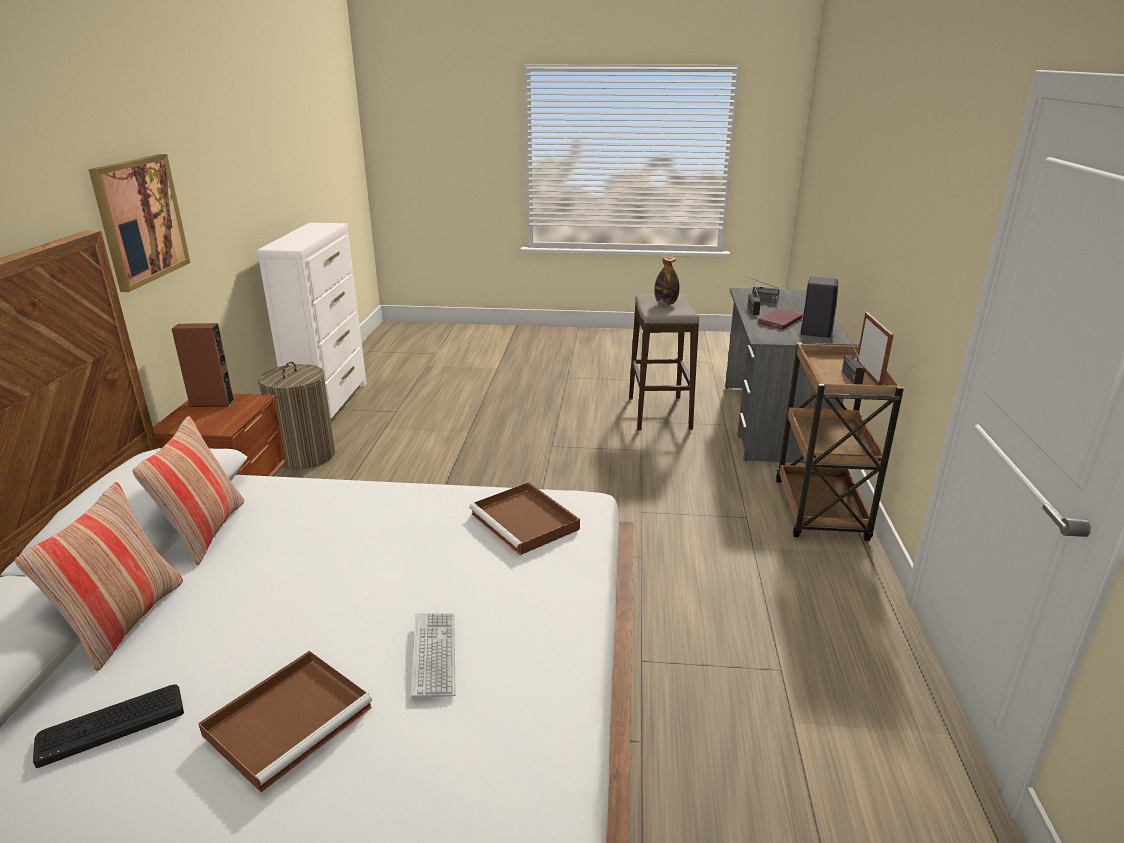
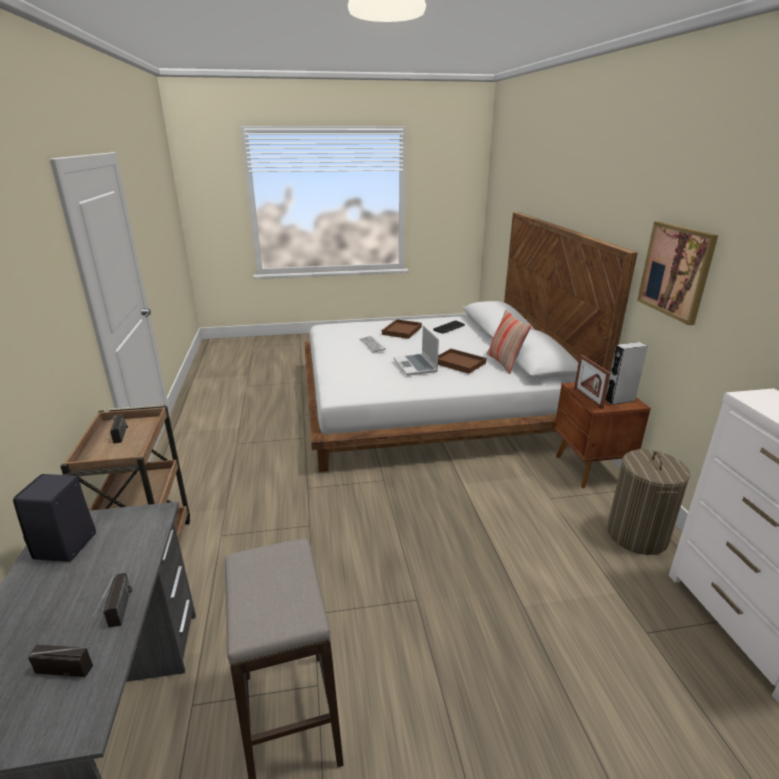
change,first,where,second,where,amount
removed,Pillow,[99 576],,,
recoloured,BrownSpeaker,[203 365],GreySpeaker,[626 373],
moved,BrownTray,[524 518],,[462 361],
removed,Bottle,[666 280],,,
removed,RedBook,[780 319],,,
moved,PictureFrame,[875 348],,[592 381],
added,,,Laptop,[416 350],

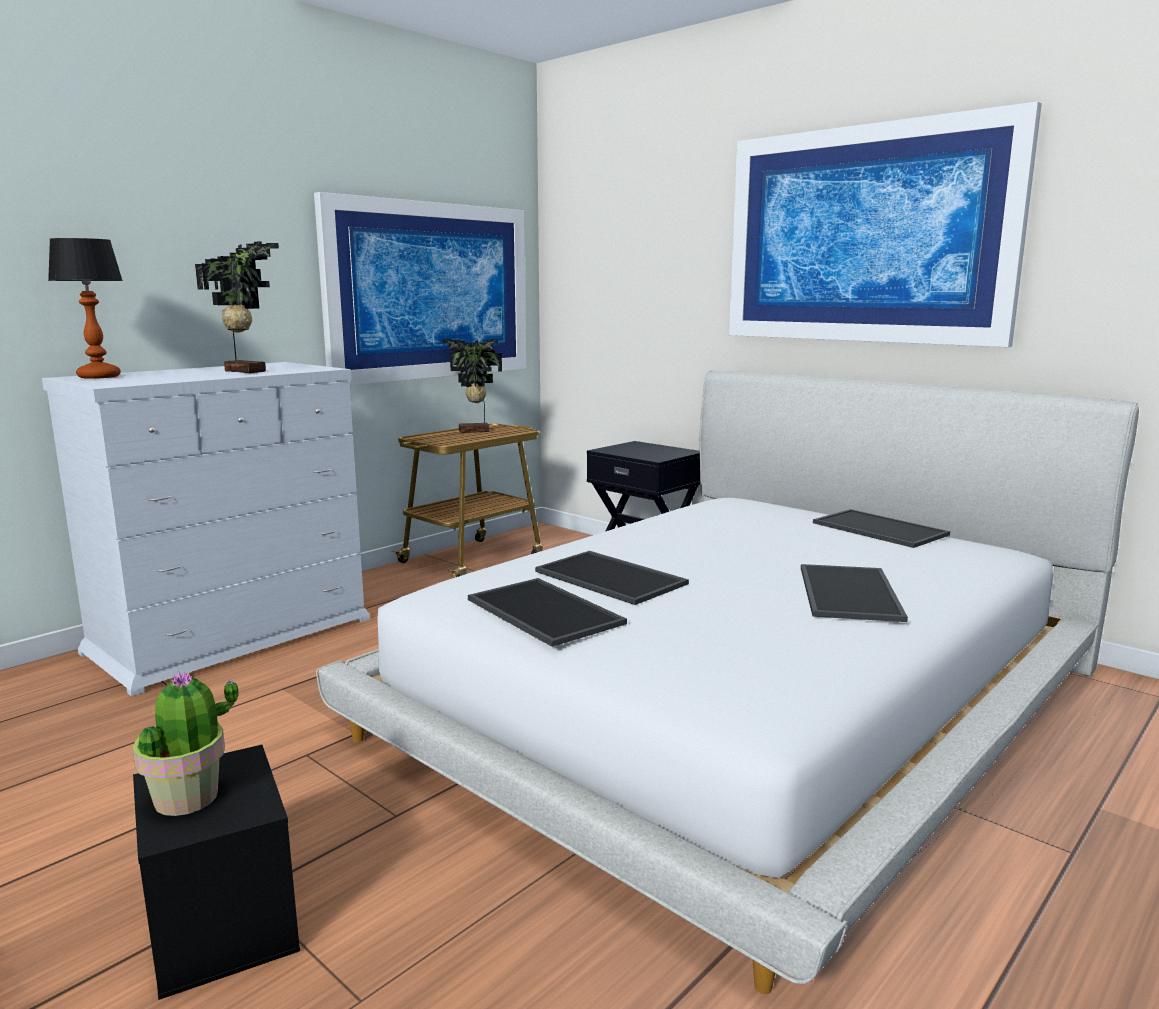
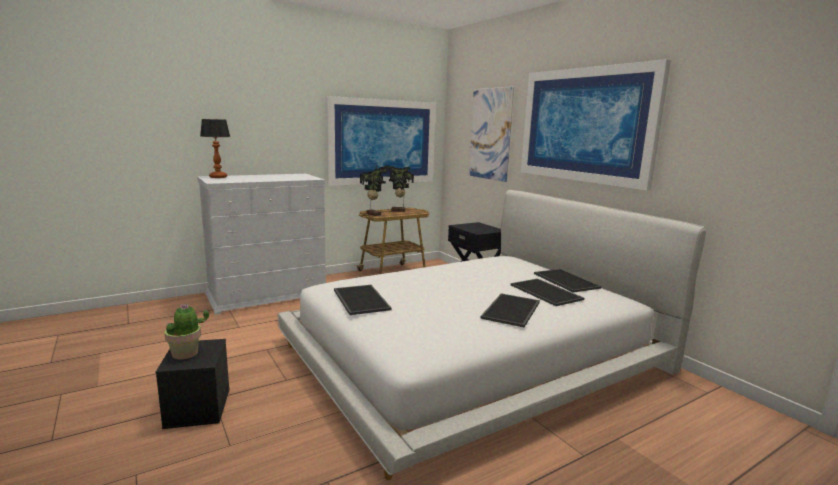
change,first,where,second,where,amount
moved,PottedPlant,[237 307],,[375 191],
moved,Tray,[612 578],,[547 292],
added,,,Picture,[491 134],

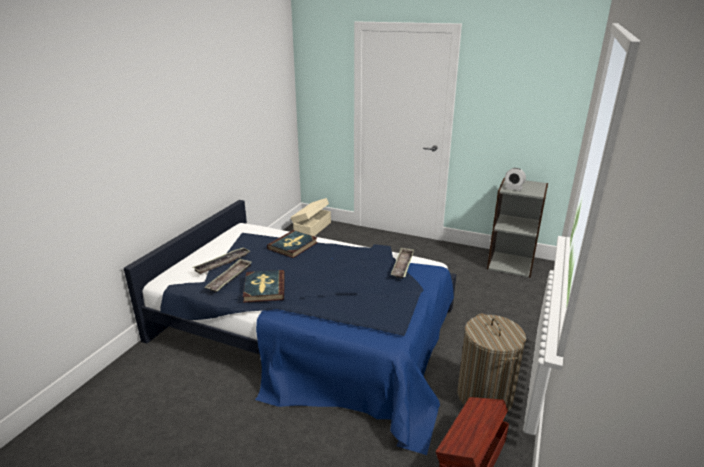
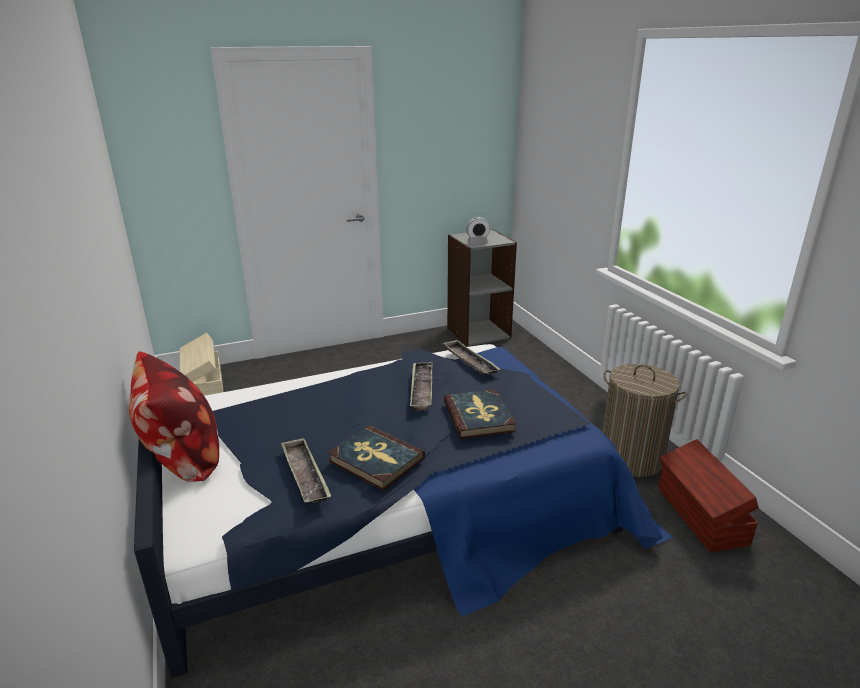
change,first,where,second,where,amount
moved,Tray,[221 260],,[421 386],
moved,Book,[292 244],,[480 414],
added,,,Pillow,[174 416],

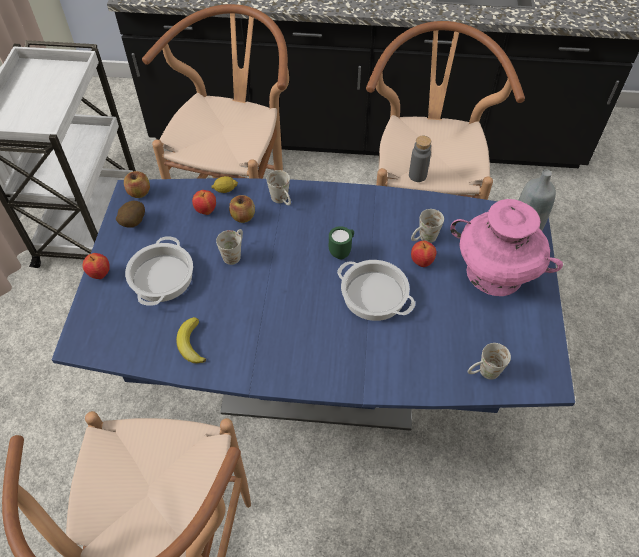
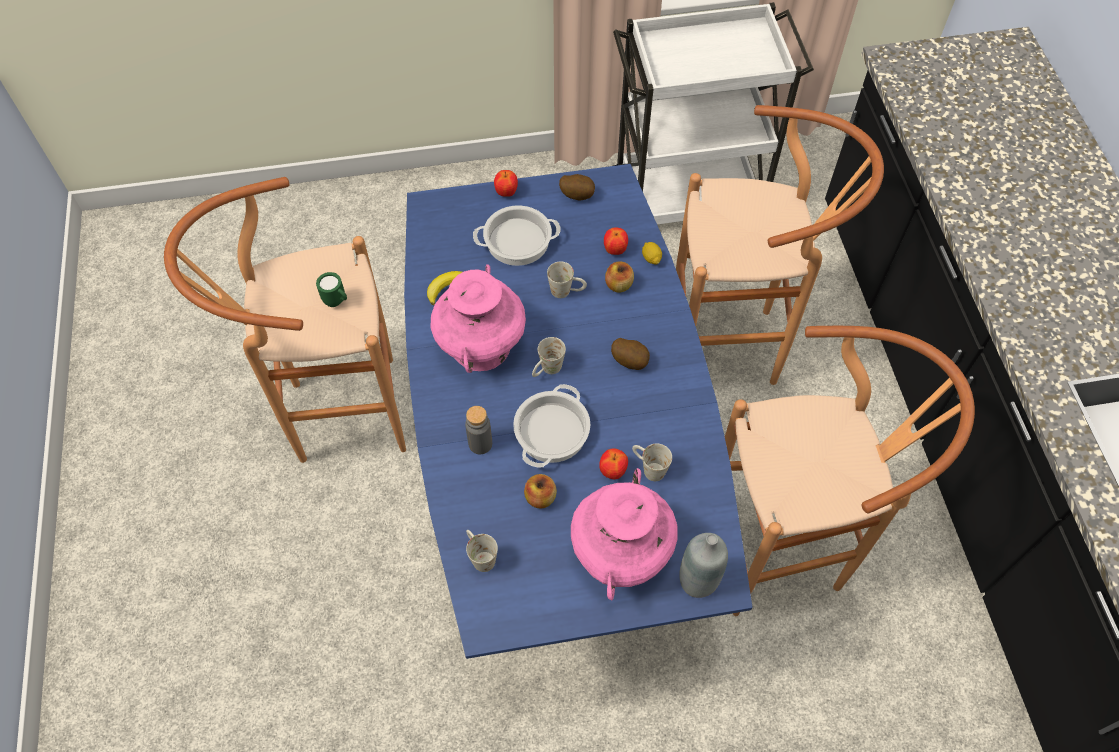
change,first,where,second,where,amount
moved,Apple,[137 184],,[540 491],
moved,WhiteMug,[278 187],,[549 357],
moved,GreenMug,[341 242],,[331 289],
moved,GreyBottle,[420 159],,[478 430],
added,,,PinkVase,[478 318],
added,,,Potato,[630 354],

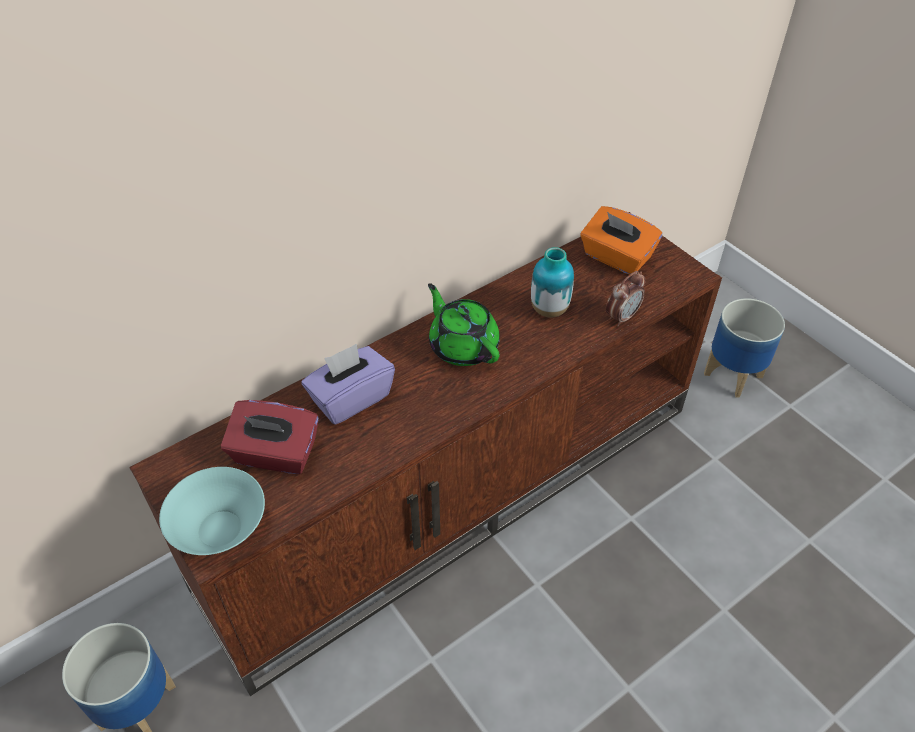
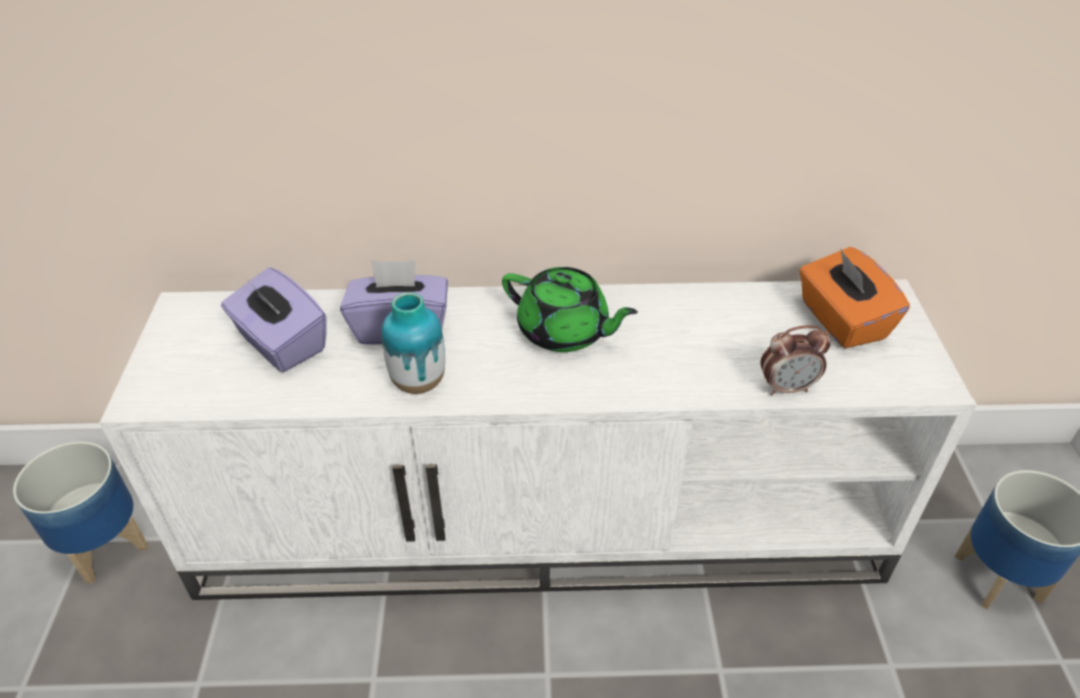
change,first,where,second,where,amount
recoloured,BrownTvStand,[425 454],WhiteTvStand,[538 439],
removed,TurquoiseBowl,[212 511],,,
recoloured,RedTissueBox,[270 437],PurpleTissueBox,[274 320],
turned,GreenTeapot,[464 324],,[570 309],120 degrees clockwise
moved,Vase,[552 282],,[413 343],

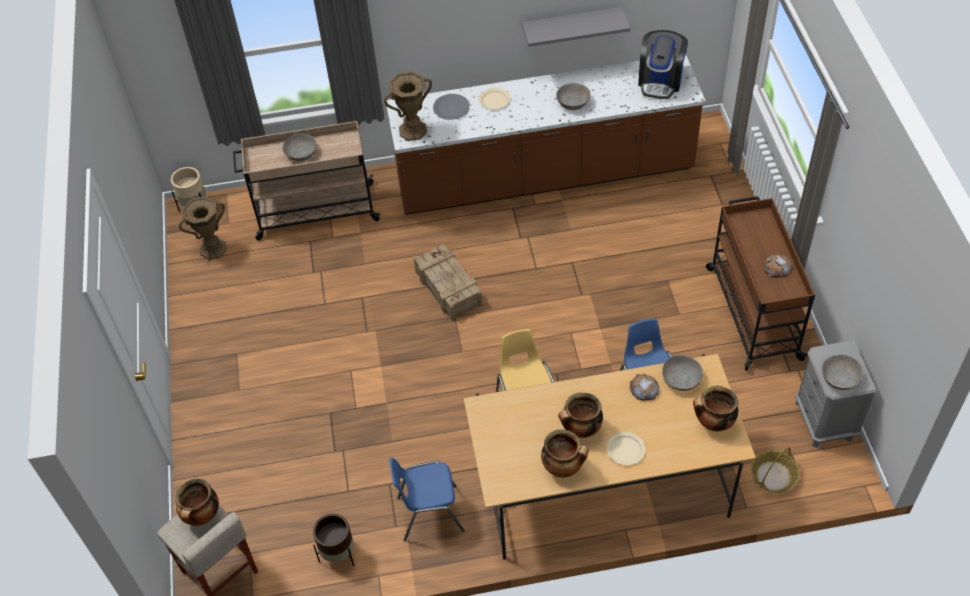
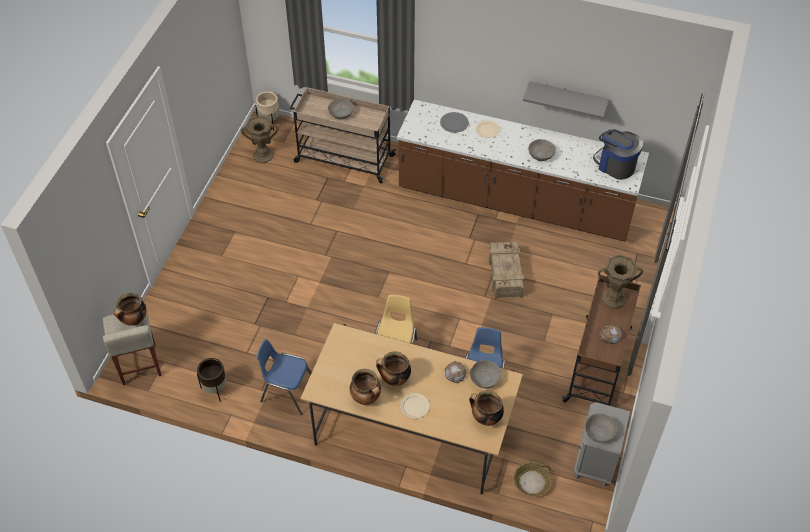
change,first,where,second,where,amount
moved,BrownVase,[408 106],,[620 281],
moved,Crate,[448 282],,[506 270],
turned,CoffeeMachine,[663 64],,[618 155],90 degrees clockwise

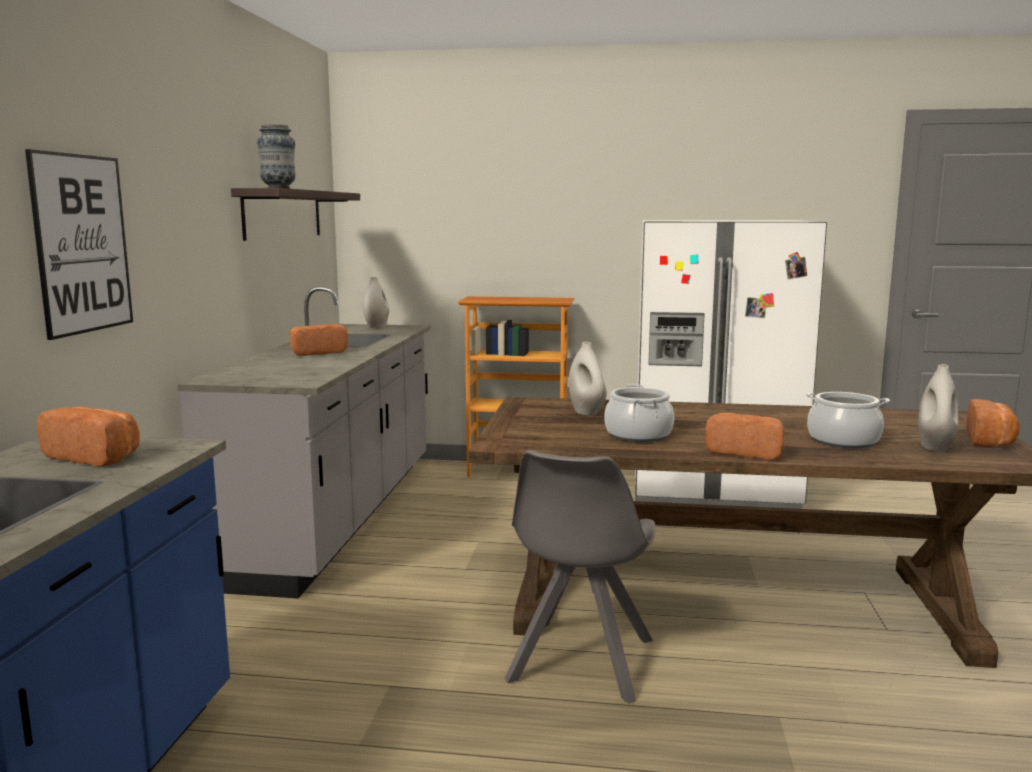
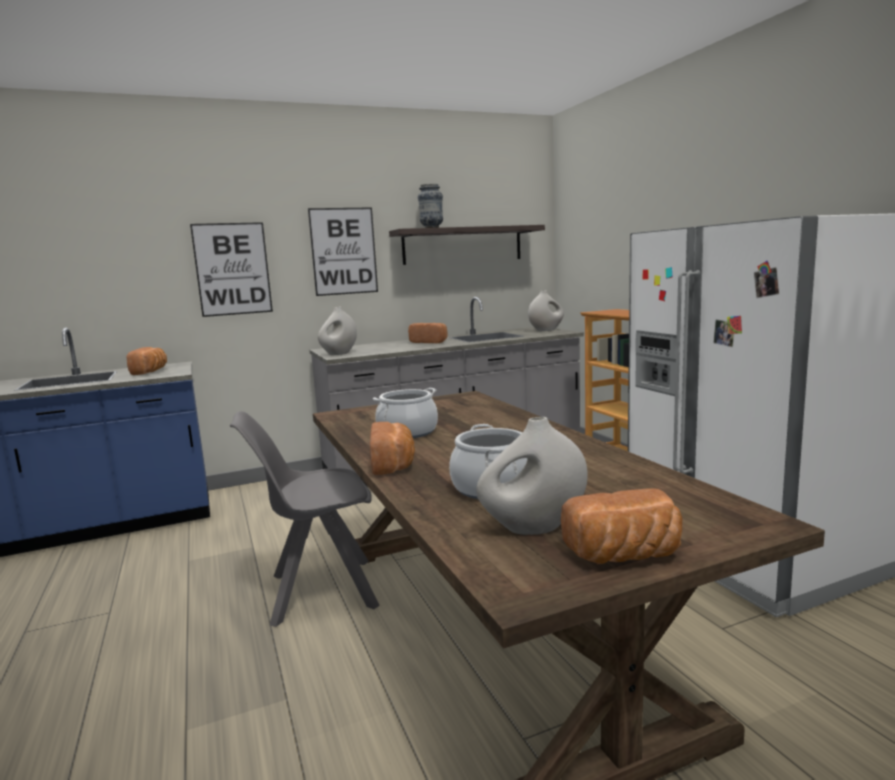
change,first,where,second,where,amount
moved,WhiteVase,[588 379],,[337 331],
added,,,Picture,[343 251],

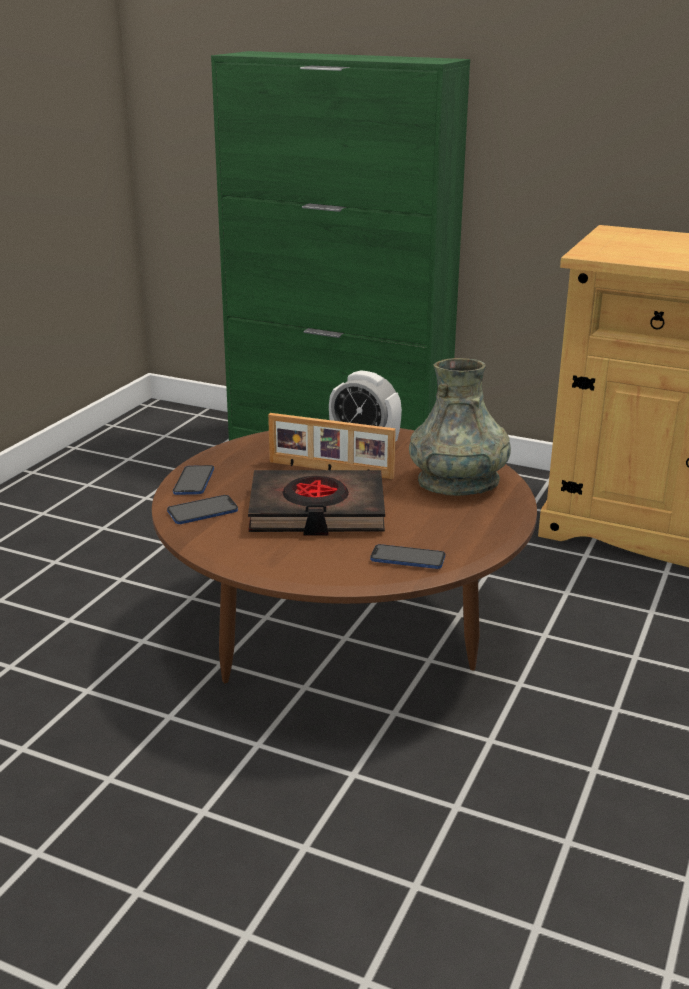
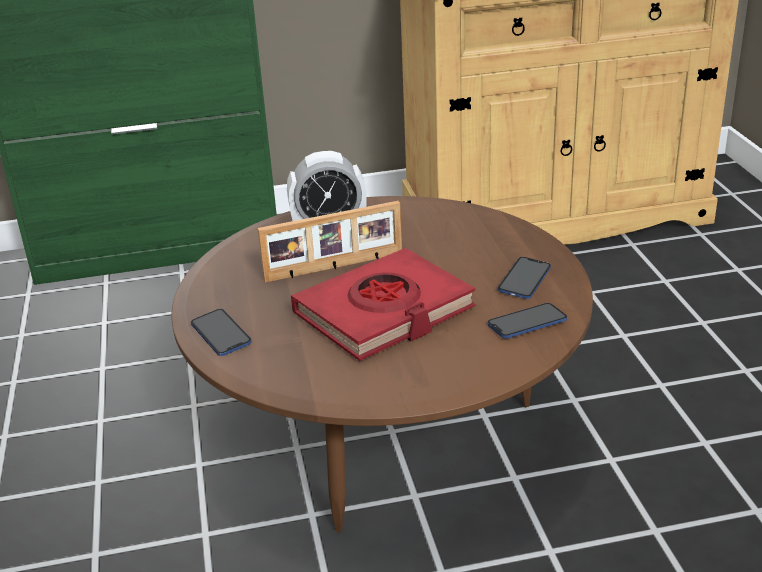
change,first,where,second,where,amount
moved,Phone,[202 509],,[524 278],
recoloured,BlackBook,[316 503],RedBook,[383 304],
removed,GreyVase,[460 427],,,

